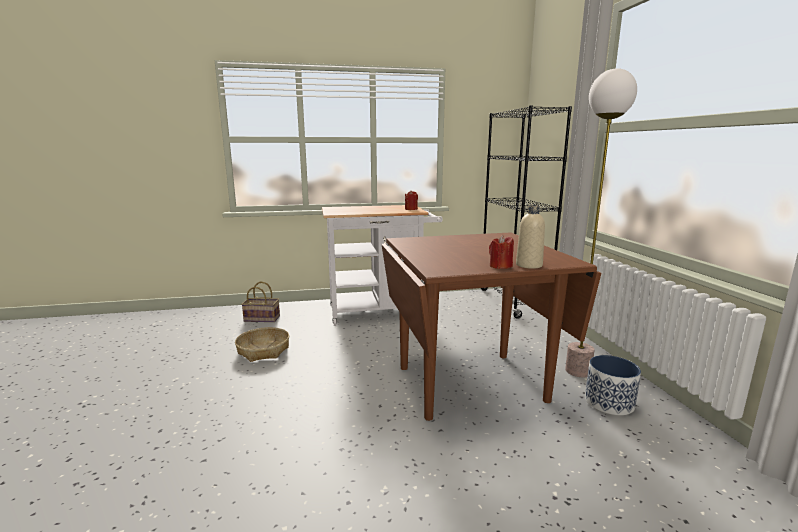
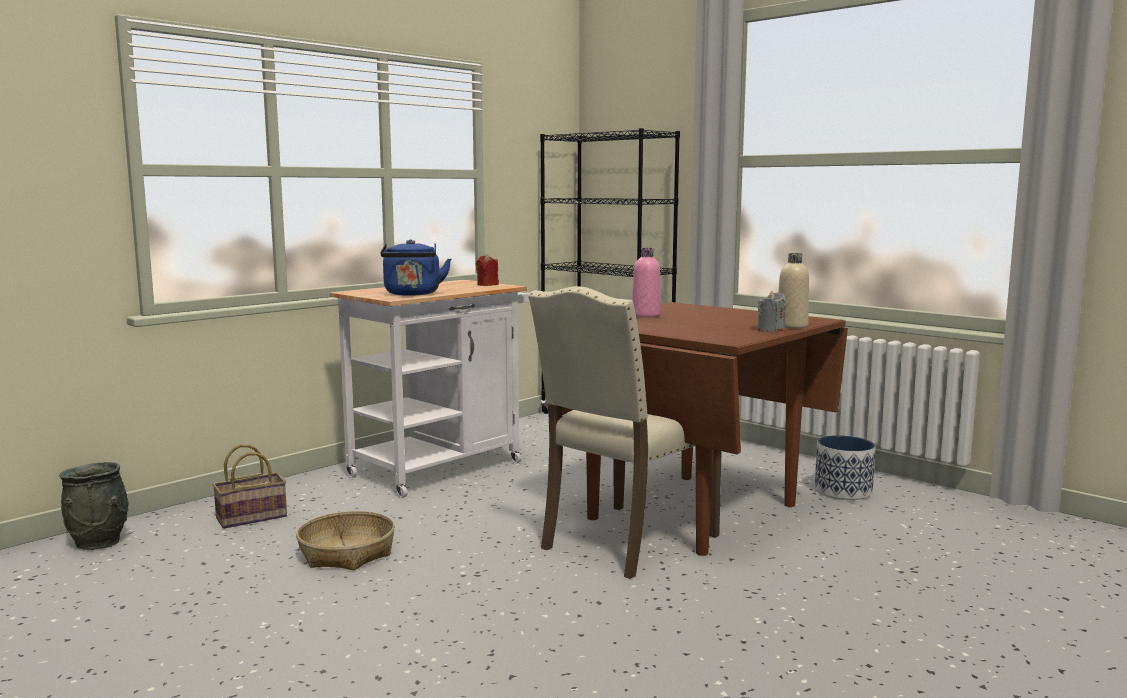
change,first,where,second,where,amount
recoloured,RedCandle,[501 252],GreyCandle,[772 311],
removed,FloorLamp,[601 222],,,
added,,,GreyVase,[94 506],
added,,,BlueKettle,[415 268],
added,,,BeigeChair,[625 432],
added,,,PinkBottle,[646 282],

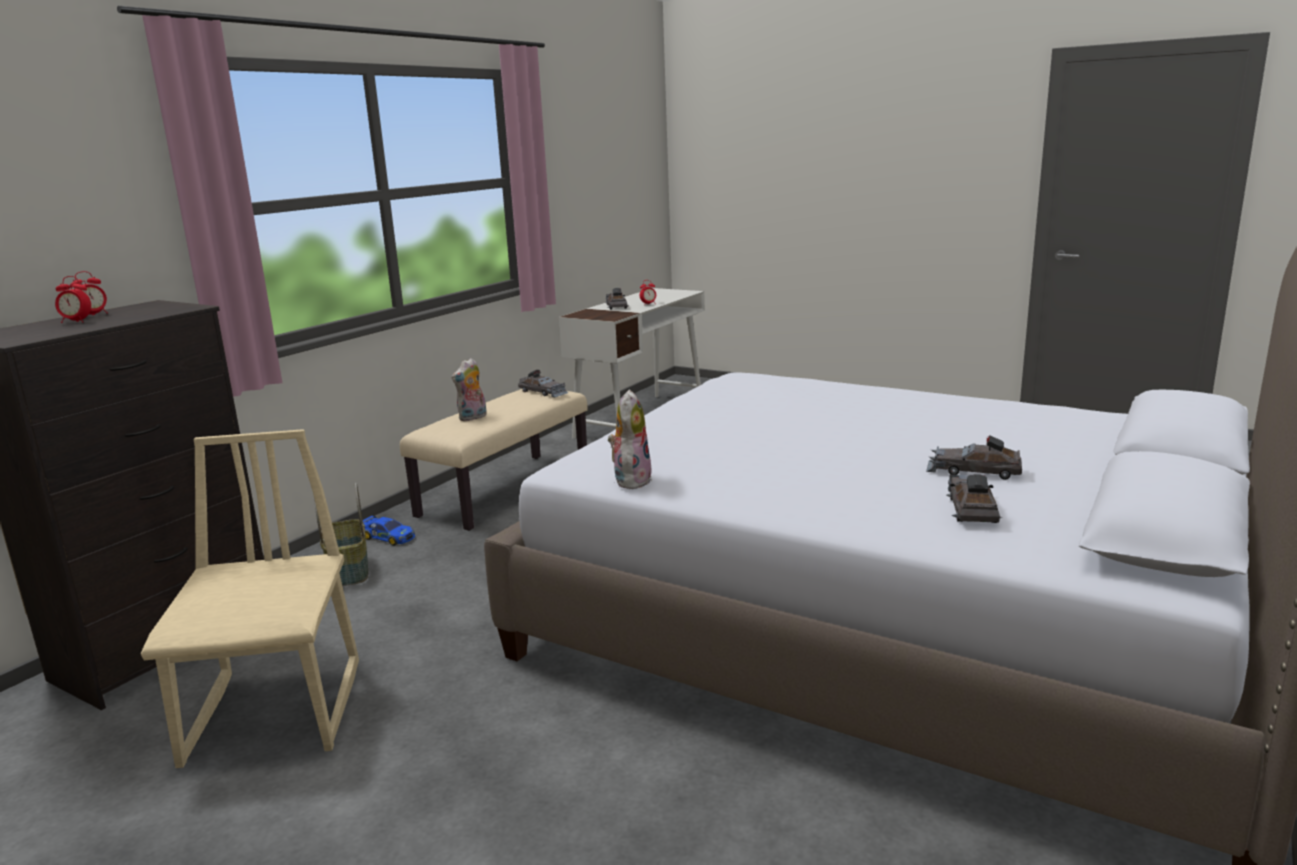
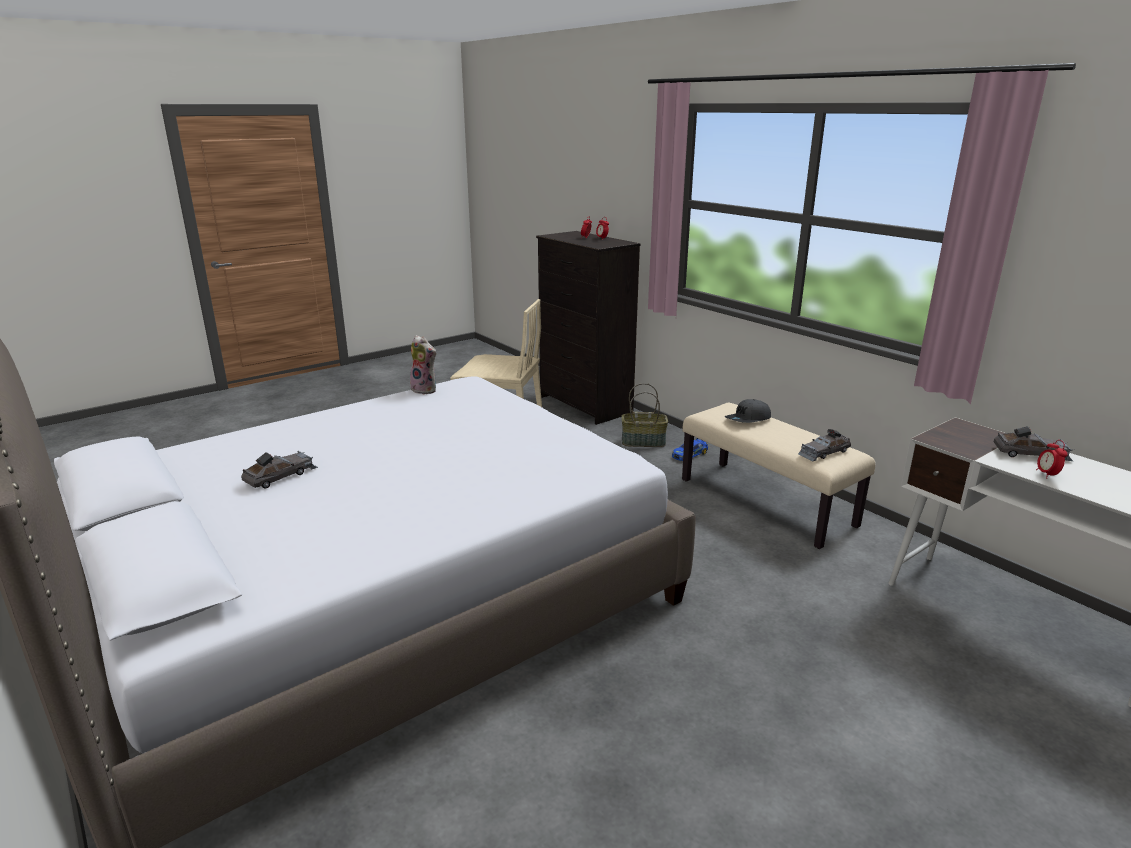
change,first,where,second,where,amount
replaced,PlushToy,[469 389],GreyCap,[748 411],
removed,GreyToyCar,[974 498],,,

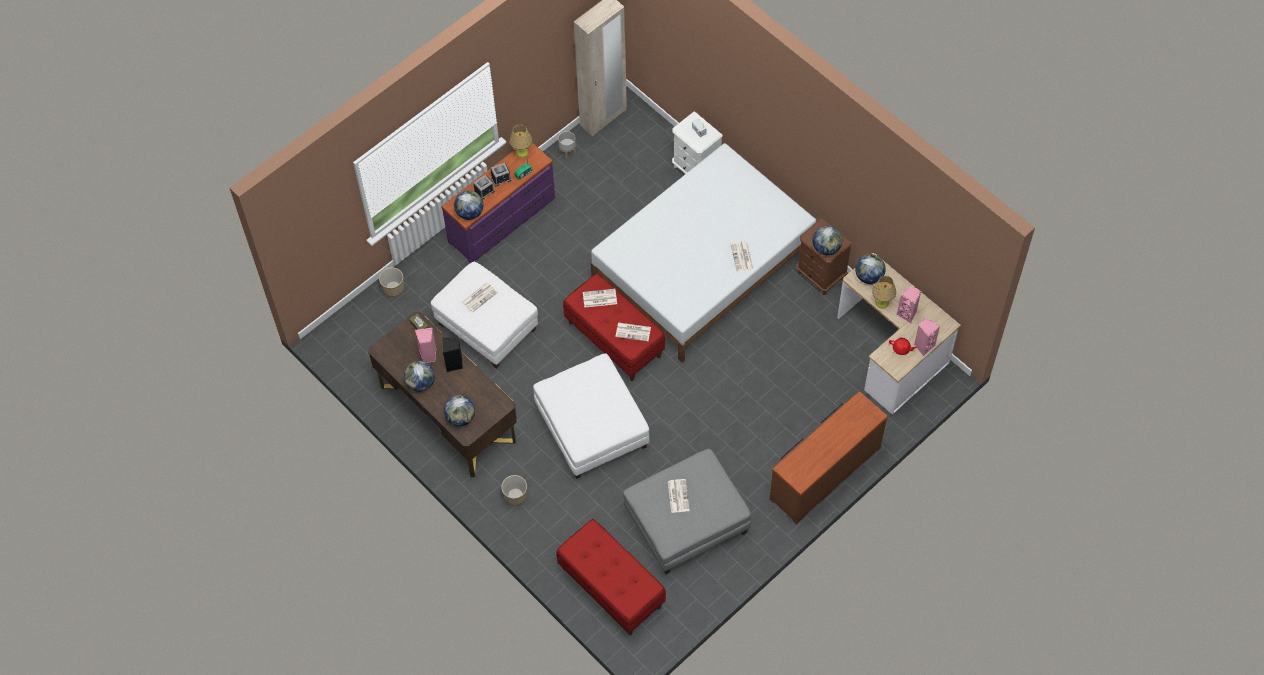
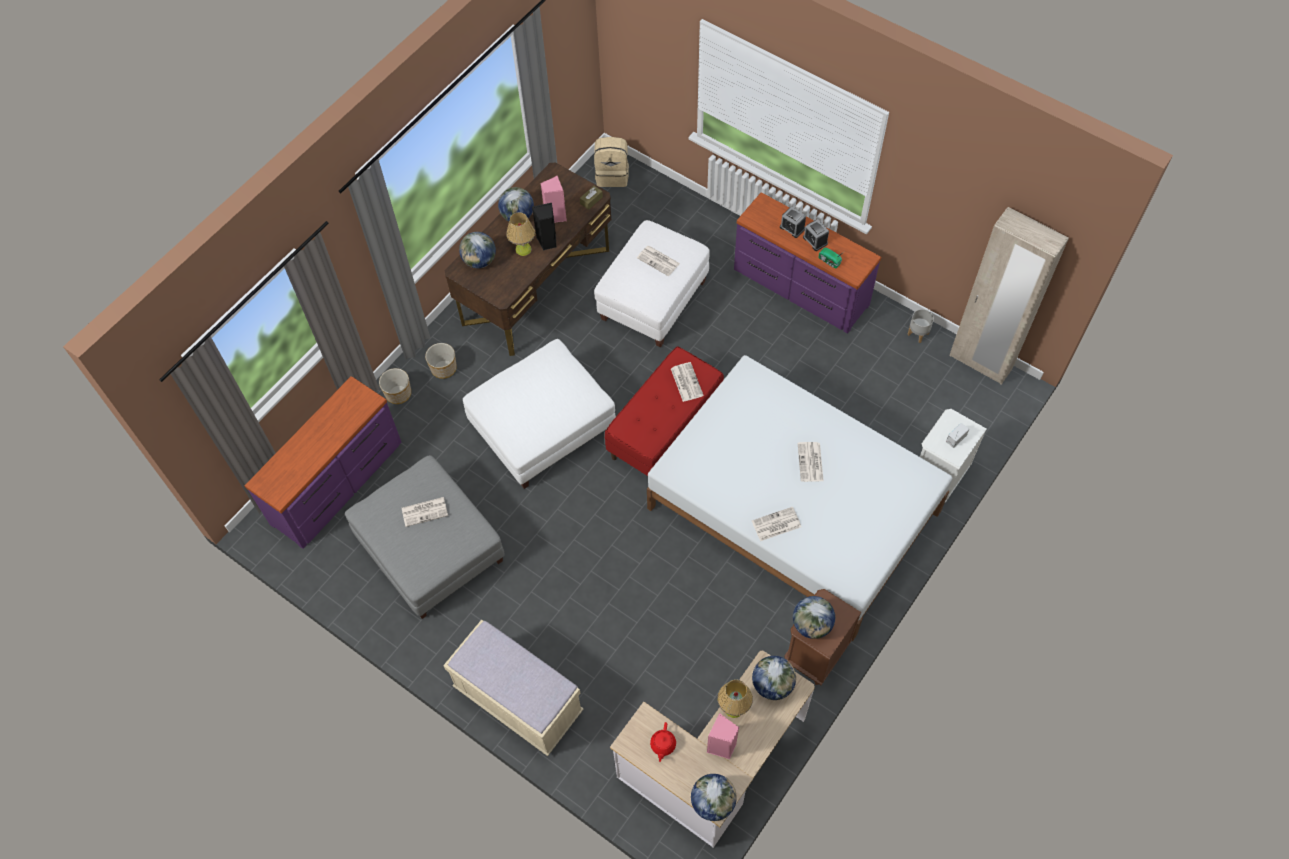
change,first,where,second,where,amount
moved,Planter,[391 282],,[395 386],
moved,Globe,[468 205],,[714 797],
moved,TableLamp,[520 141],,[520 234],
replaced,RedBench,[611 577],PurpleDresser,[323 462],
moved,Newspaper,[633 332],,[811 462],
replaced,BrownDresser,[829 457],BeigeBench,[513 687],
removed,PinkSpeaker,[927 337],,,
added,,,BeigeBackpack,[611 162],

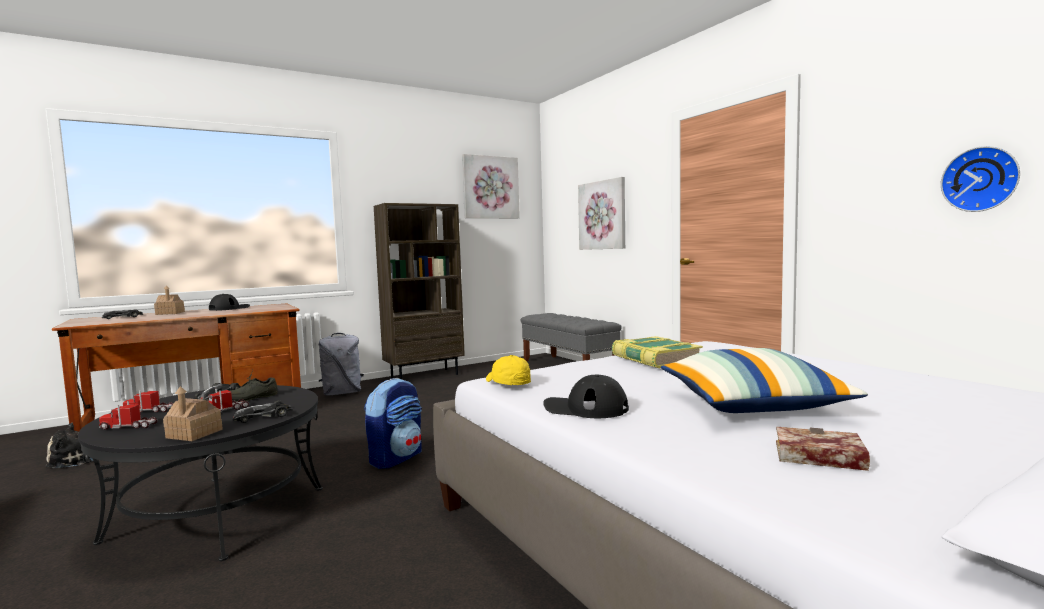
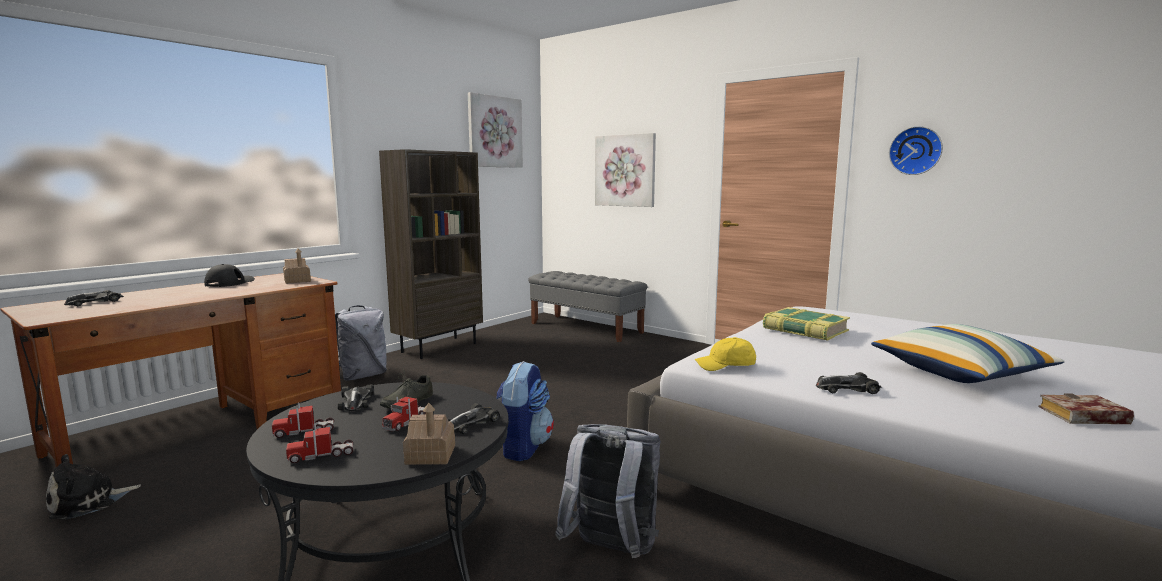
change,first,where,second,where,amount
moved,ToyHouse,[169 300],,[297 266],
turned,YellowCap,[508 370],,[725 354],45 degrees counterclockwise
replaced,BlackCap,[586 396],ToyCar,[849 383],
moved,WallClock,[980 179],,[916 150],
added,,,GreyBackpack,[608 491],

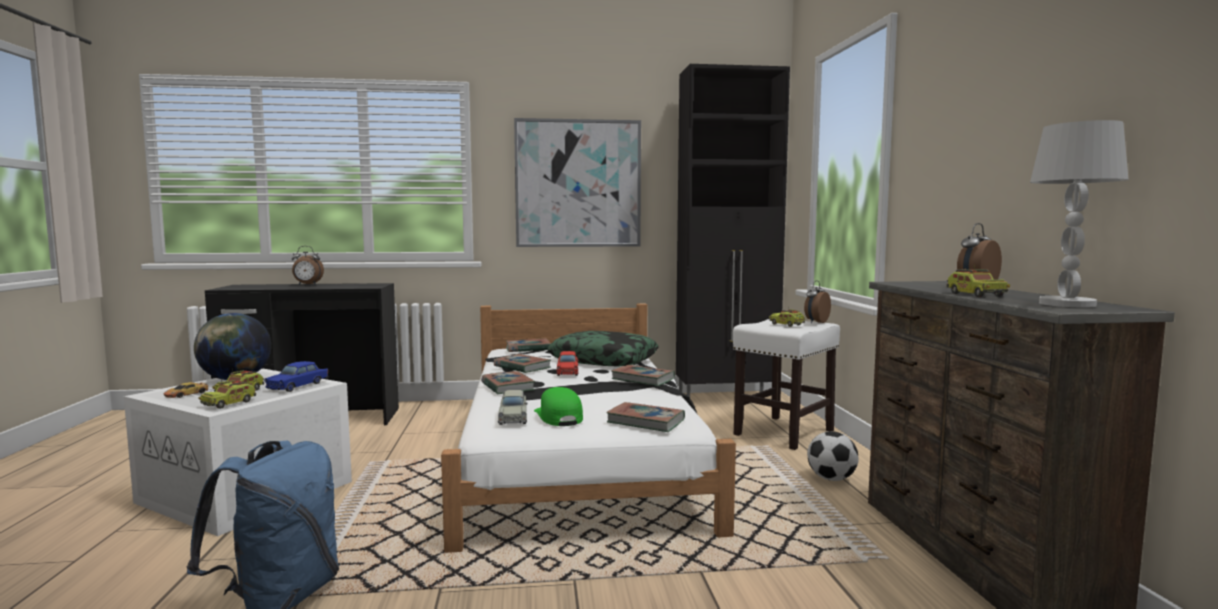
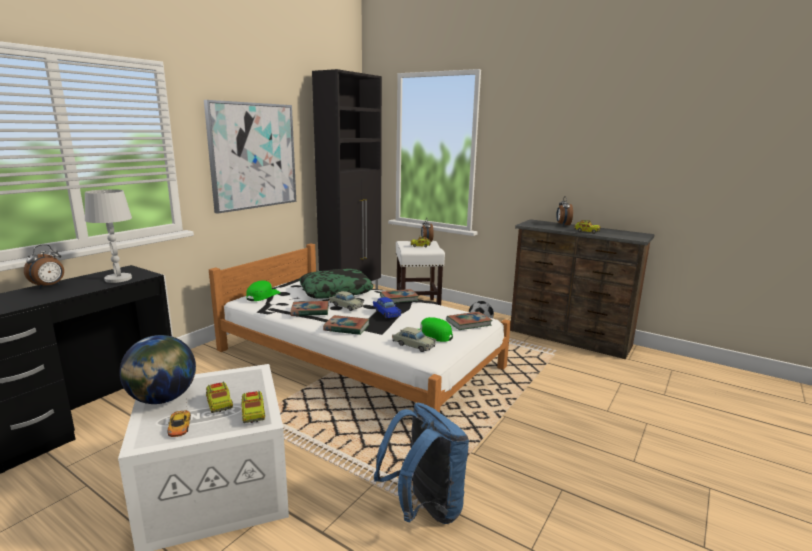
change,first,where,second,where,amount
moved,BlueToyCar,[296 376],,[387 308],
replaced,Book,[528 345],GreenCap,[263 291],
recoloured,RedToyCar,[567 363],BeigeToyCar,[346 301],
moved,WhiteTableLamp,[1079 214],,[108 236],

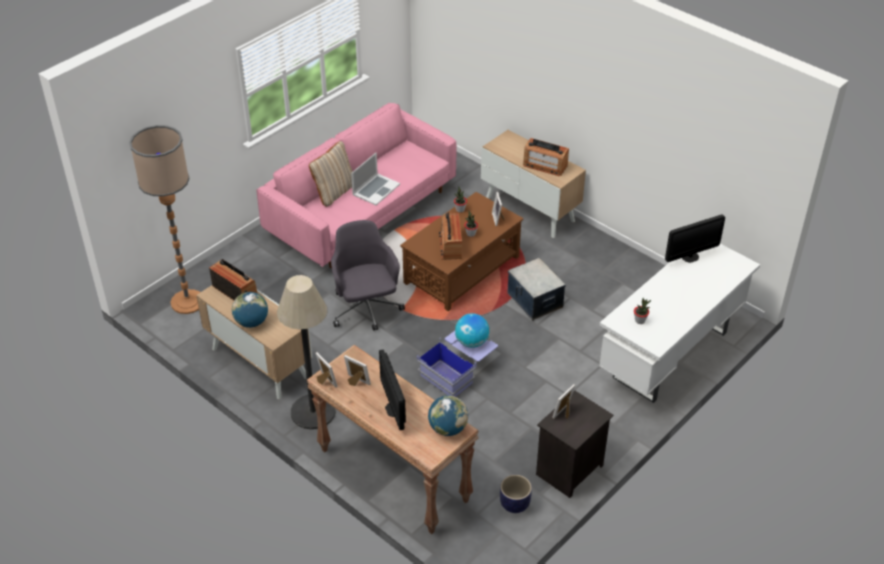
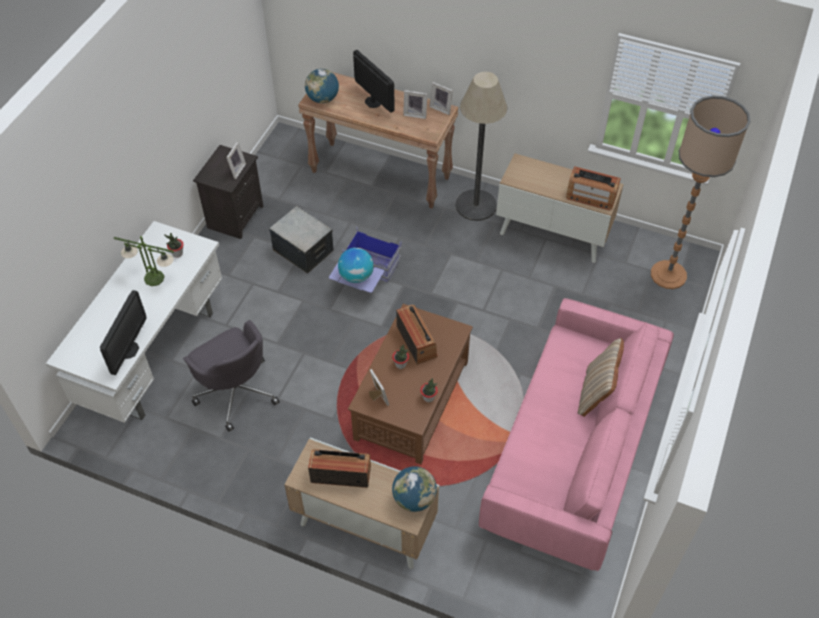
change,first,where,second,where,amount
moved,Globe,[250 310],,[414 489],
moved,GreyOfficeChair,[368 275],,[231 376],
removed,Laptop,[375 178],,,
removed,Planter,[516 494],,,
moved,StorageBox,[537 289],,[301 240],
turned,Monitor,[695 238],,[123 332],150 degrees clockwise
added,,,TableLamp,[144 261],

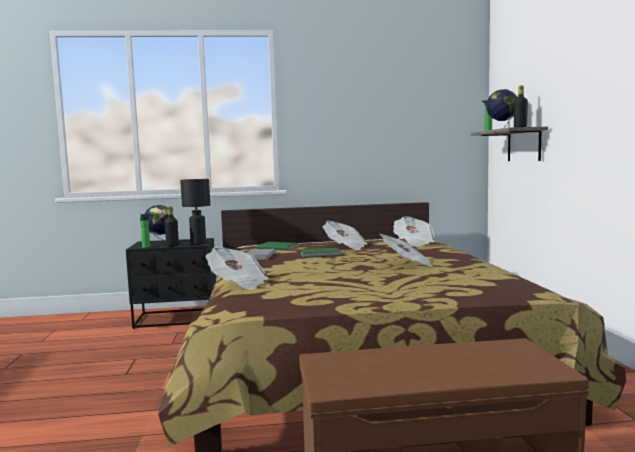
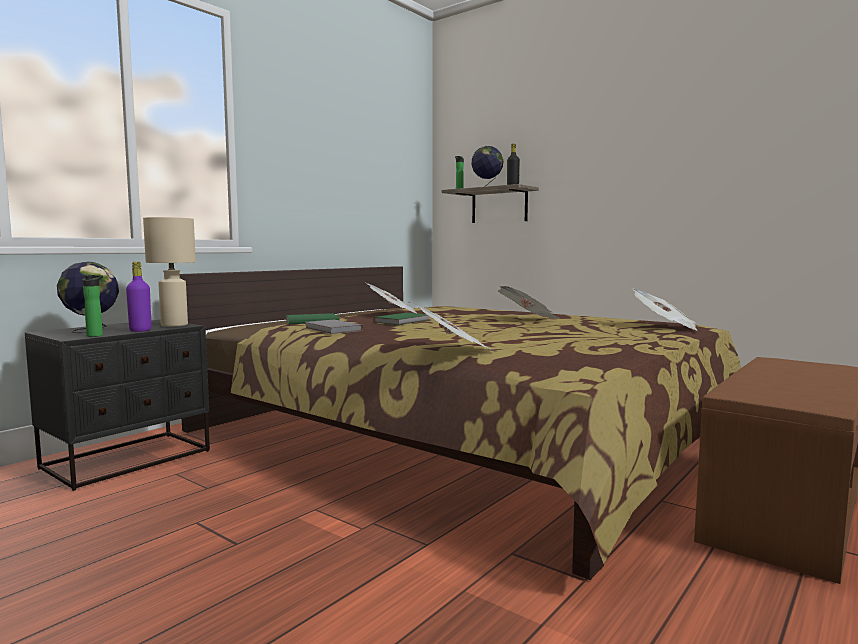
change,first,where,second,where,amount
recoloured,BlackBottle,[171 226],PurpleBottle,[138 297],
recoloured,BlackTableLamp,[195 212],BeigeTableLamp,[169 272],
moved,Newspaper,[414 231],,[665 309],

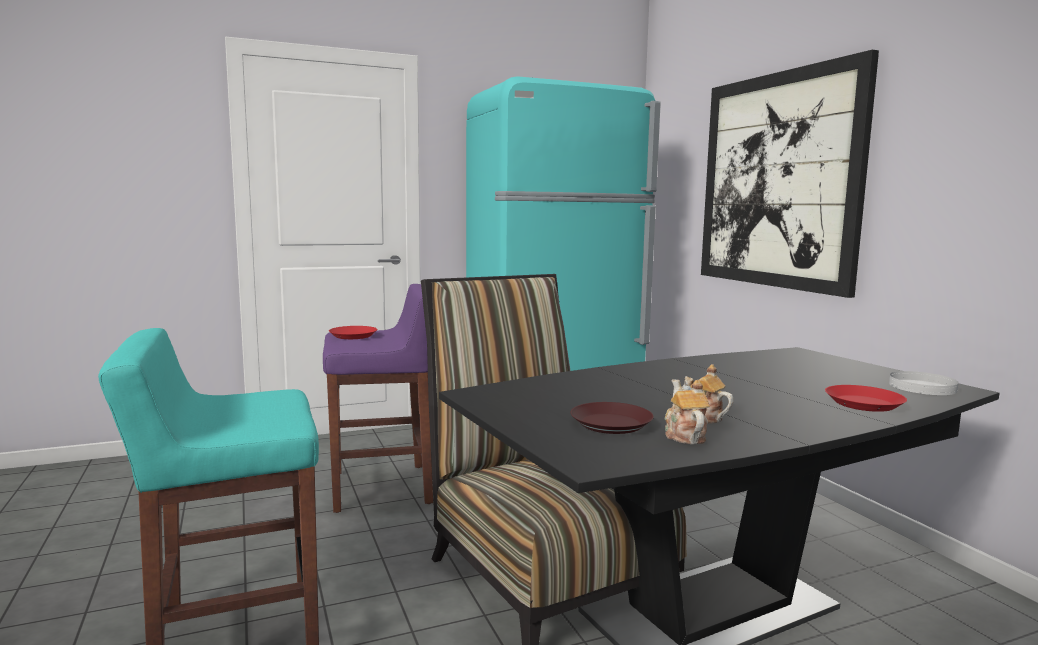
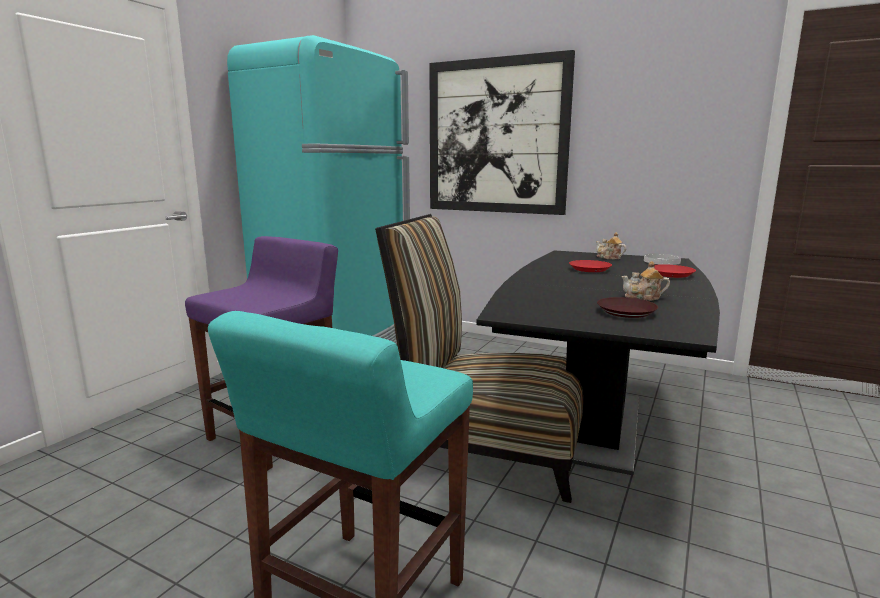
change,first,where,second,where,amount
moved,RedPlate,[353 332],,[590 266],
moved,Teapot,[687 412],,[611 245],

